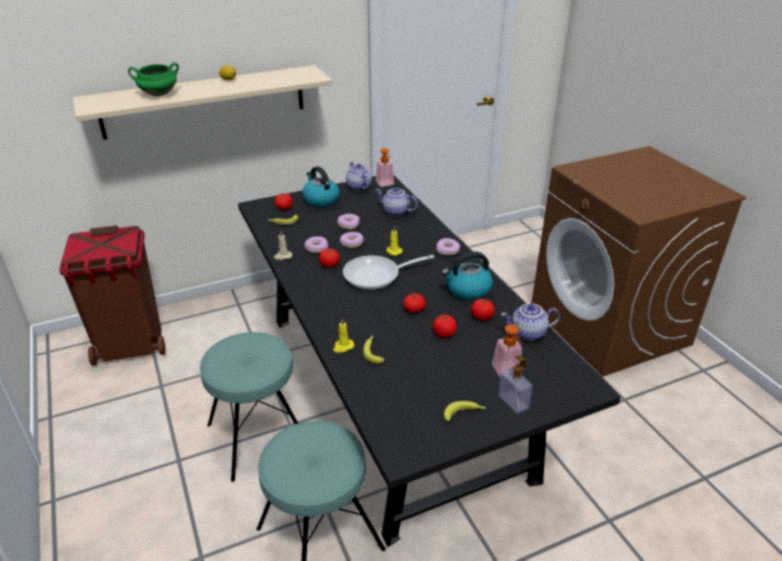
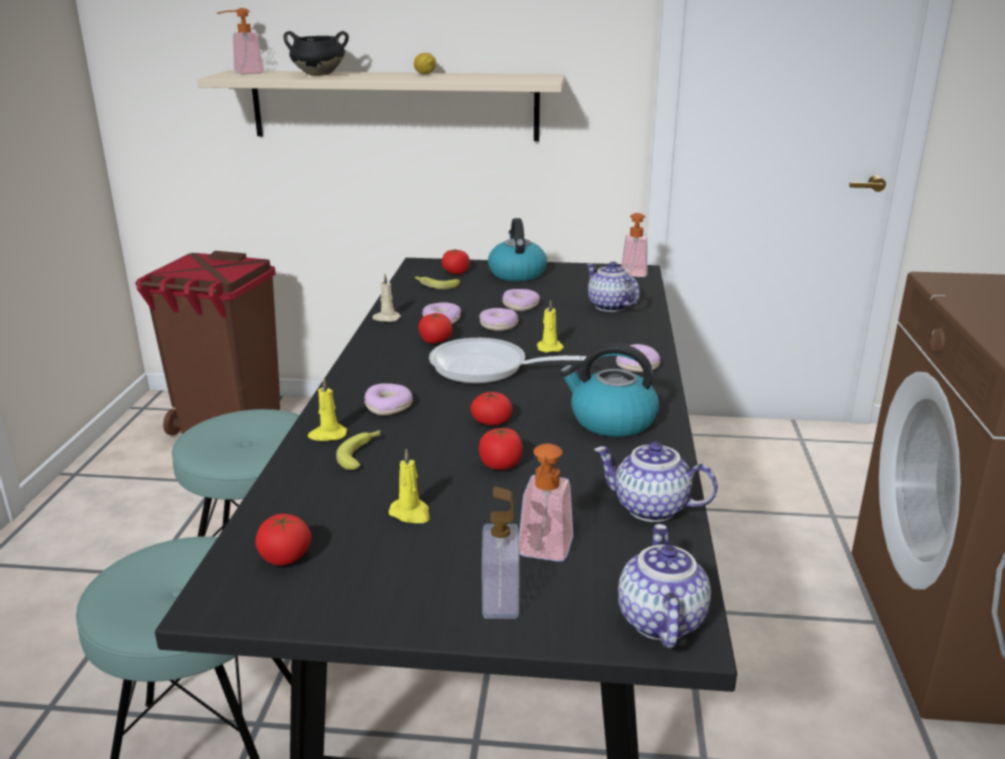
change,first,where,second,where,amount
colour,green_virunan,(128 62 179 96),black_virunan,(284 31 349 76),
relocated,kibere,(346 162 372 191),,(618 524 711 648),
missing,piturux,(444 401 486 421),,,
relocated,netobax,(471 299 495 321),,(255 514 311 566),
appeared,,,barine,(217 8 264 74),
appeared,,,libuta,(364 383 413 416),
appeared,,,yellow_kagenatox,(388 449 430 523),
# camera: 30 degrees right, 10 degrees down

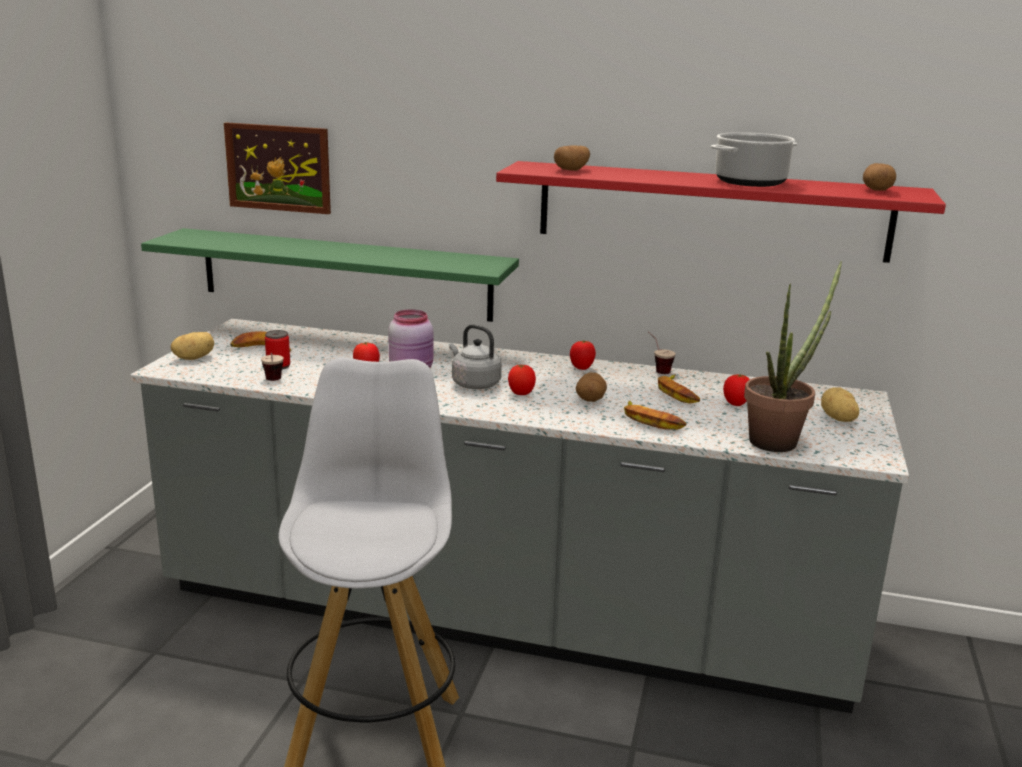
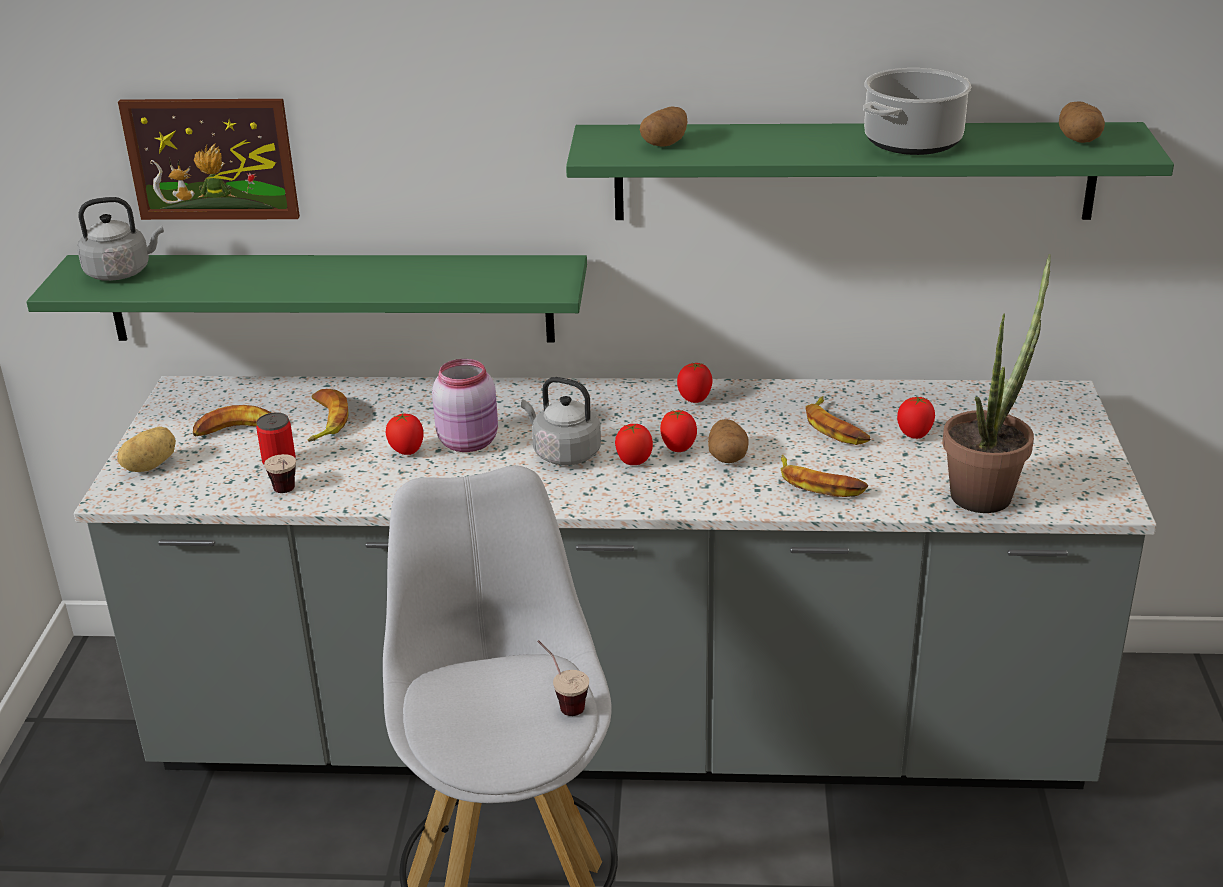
change,first,where,second,where,amount
colour,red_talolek,(496 161 946 263),green_talolek,(566 122 1174 220),
relocated,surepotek,(648 331 676 374),,(537 640 589 716),
missing,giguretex,(821 387 859 422),,,
appeared,,,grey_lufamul,(77 197 164 281),
appeared,,,piturux,(307 389 349 442),
appeared,,,netobax,(660 410 697 452),
# camera: 10 degrees left, 10 degrees up

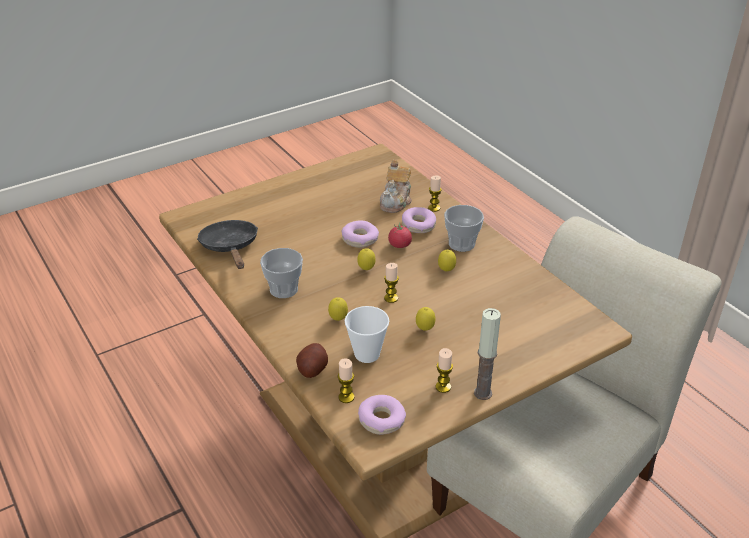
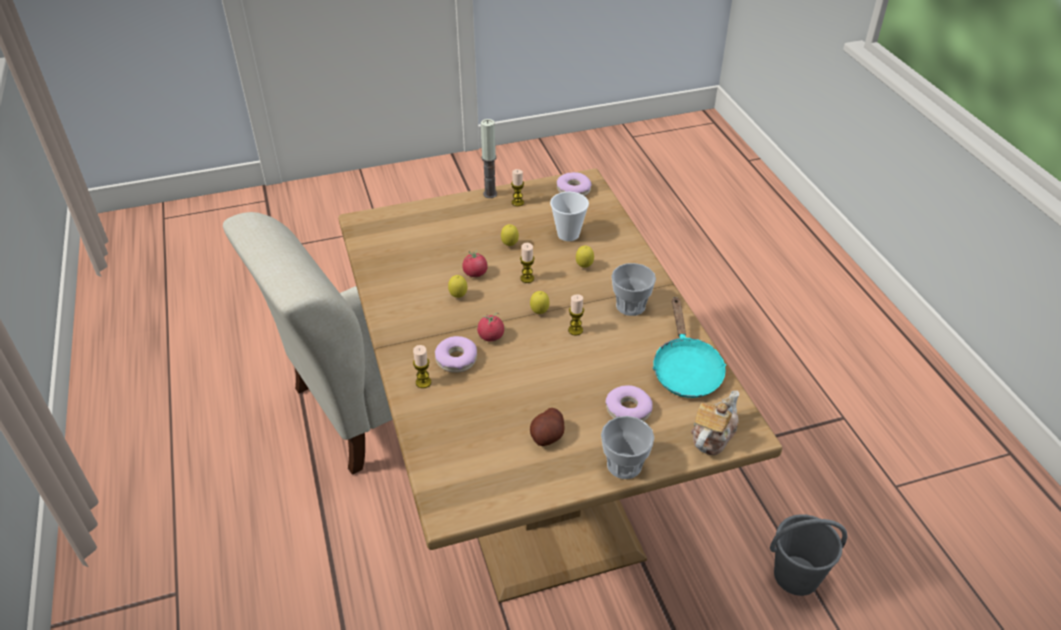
change,first,where,second,where,amount
colour,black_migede,(197 220 258 269),turquoise_migede,(652 297 726 398),
relocated,giguretex,(296 343 328 378),,(530 408 564 446),
relocated,kagenatox,(338 358 355 403),,(568 294 584 335),
relocated,libuta,(342 221 379 248),,(605 385 653 421),
relocated,kibere,(380 160 412 213),,(691 390 739 455),
relocated,surepotek,(444 205 484 252),,(601 416 654 479),
appeared,,,netobax,(462 250 488 277),
appeared,,,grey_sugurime,(770 514 847 596),
# camera: 165 degrees left, 5 degrees up

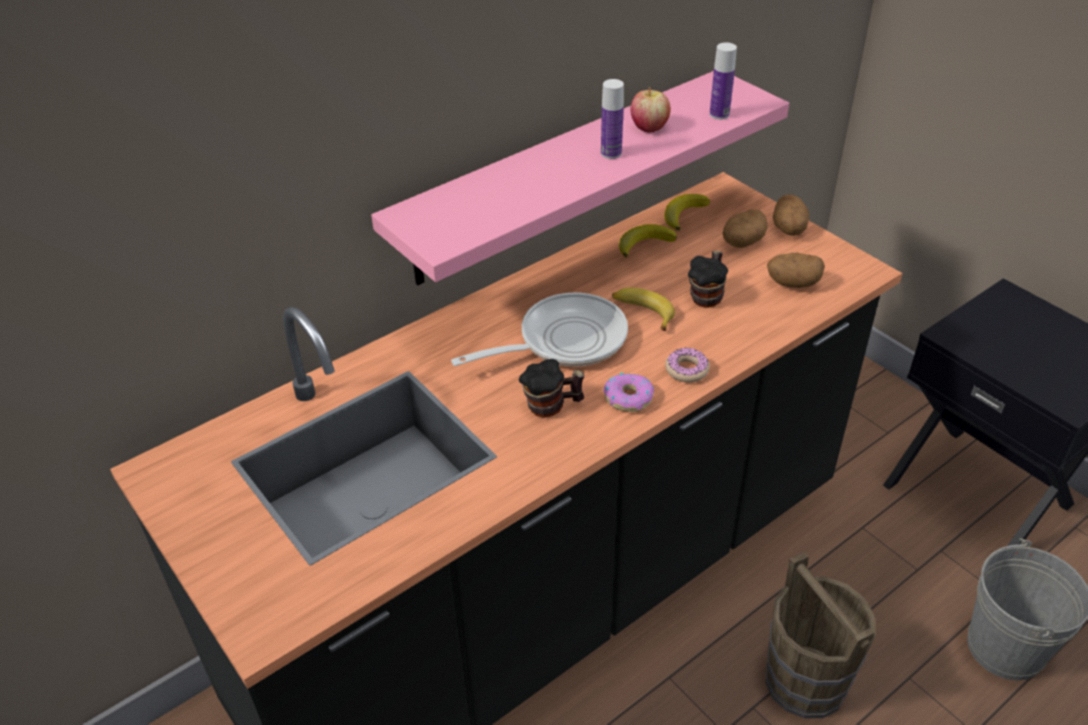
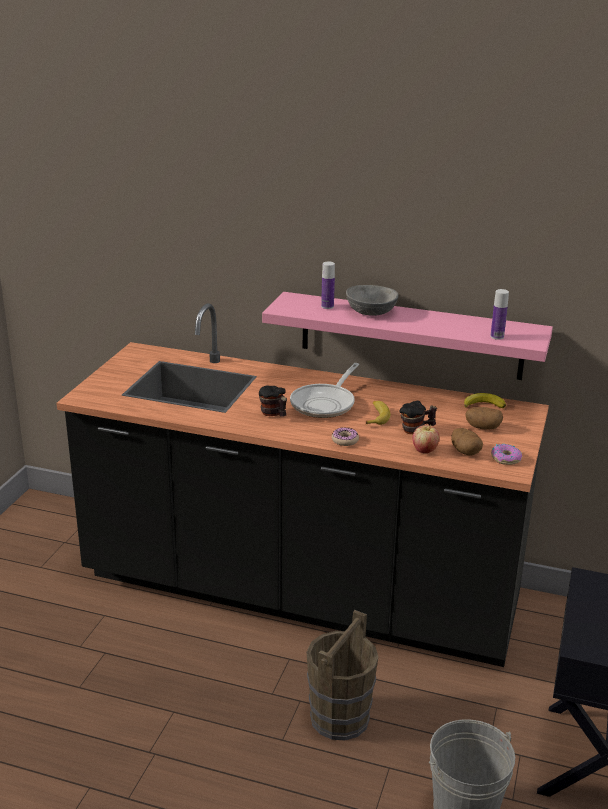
change,first,where,second,where,amount
spun,migede,(451 293 628 366),,(290 363 359 418),90 degrees clockwise
relocated,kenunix,(601 79 624 159),,(321 262 335 309),
relocated,libuta,(603 373 654 412),,(491 444 522 465),
missing,piturux,(619 224 677 257),,,
relocated,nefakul,(631 87 671 133),,(413 424 440 453),
missing,giguretex,(773 194 809 236),,,
appeared,,,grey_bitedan,(346 285 399 316),
# camera: 55 degrees right, 15 degrees down

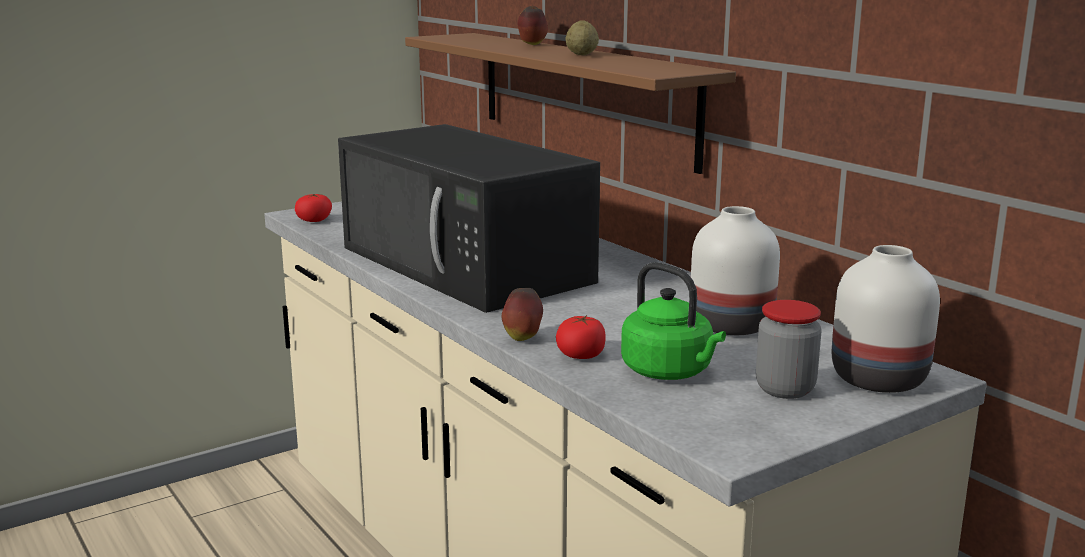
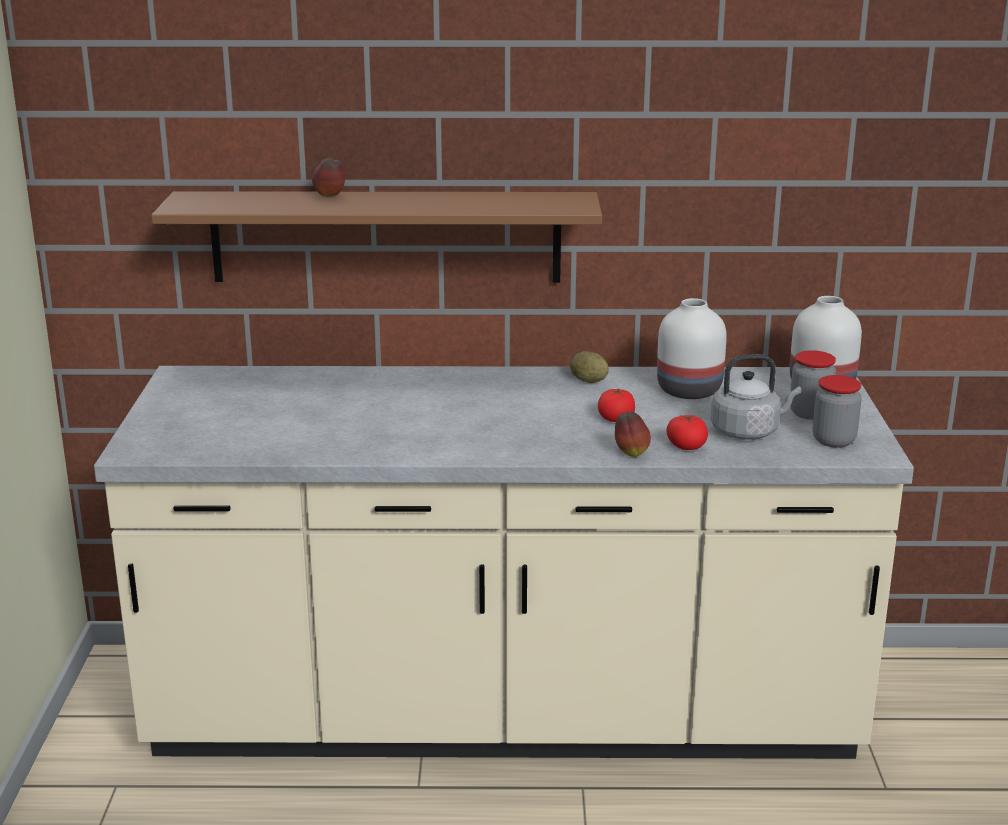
change,first,where,second,where,amount
relocated,netobax,(295 194 332 222),,(598 388 635 422),
missing,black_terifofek,(338 124 600 313),,,
relocated,giguretex,(565 20 599 55),,(570 351 609 383),
colour,green_lufamul,(621 262 726 380),grey_lufamul,(711 354 801 440),
appeared,,,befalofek,(813 375 862 448),
# camera: 55 degrees left, 5 degrees up

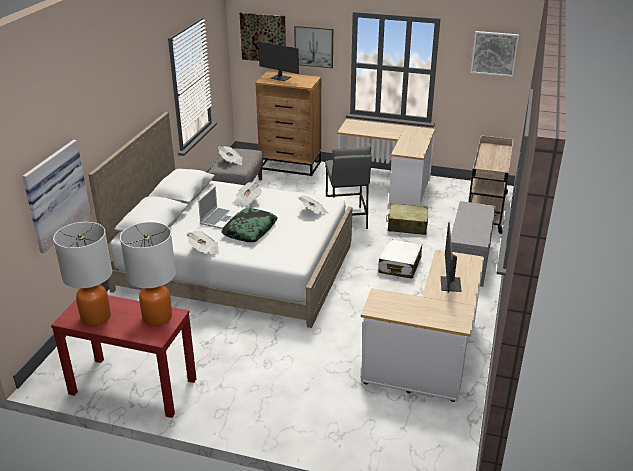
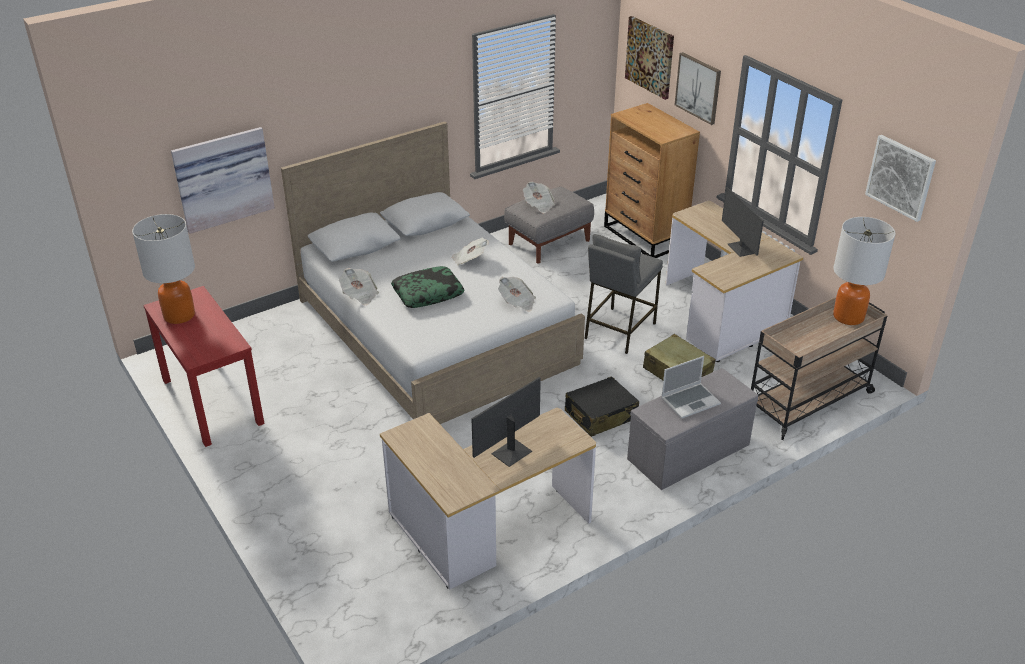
change,first,where,second,where,amount
relocated,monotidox,(120 222 176 326),,(833 217 896 325),
relocated,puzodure,(198 186 239 229),,(661 356 721 418),
relocated,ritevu,(258 41 299 81),,(722 187 764 257),
colour,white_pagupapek,(378 239 422 279),black_pagupapek,(565 376 639 437),
# camera: 40 degrees right, 5 degrees up

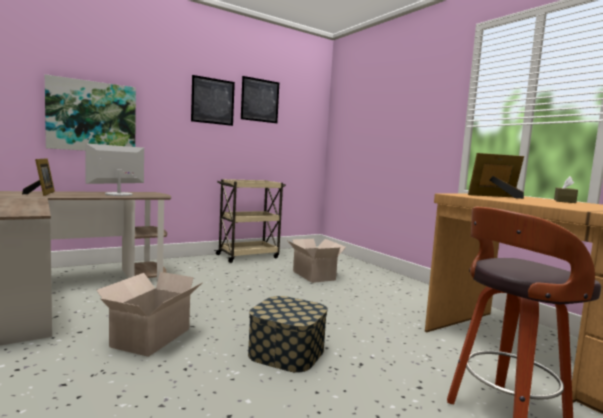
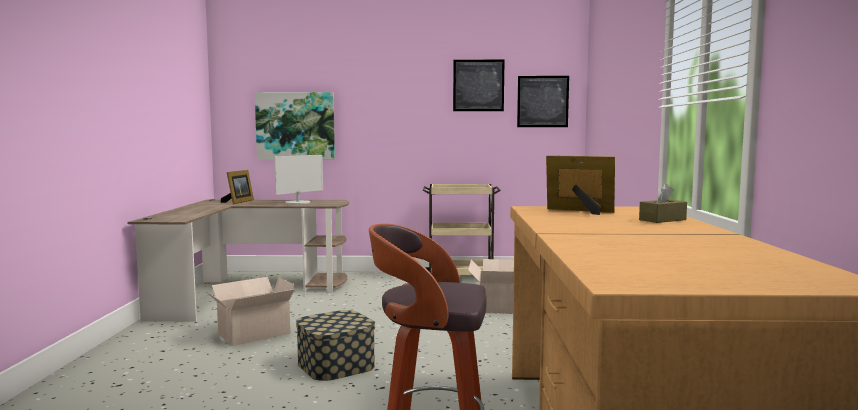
change,first,where,second,where,amount
spun,ritevu,(85 144 144 196),,(274 155 323 205),150 degrees clockwise
relocated,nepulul,(191 75 235 126),,(517 76 569 127),
# camera: 35 degrees right, 0 degrees up

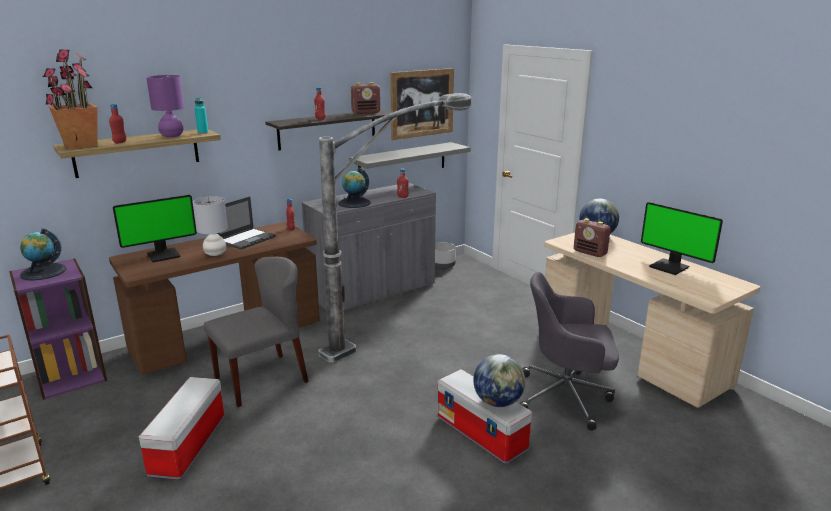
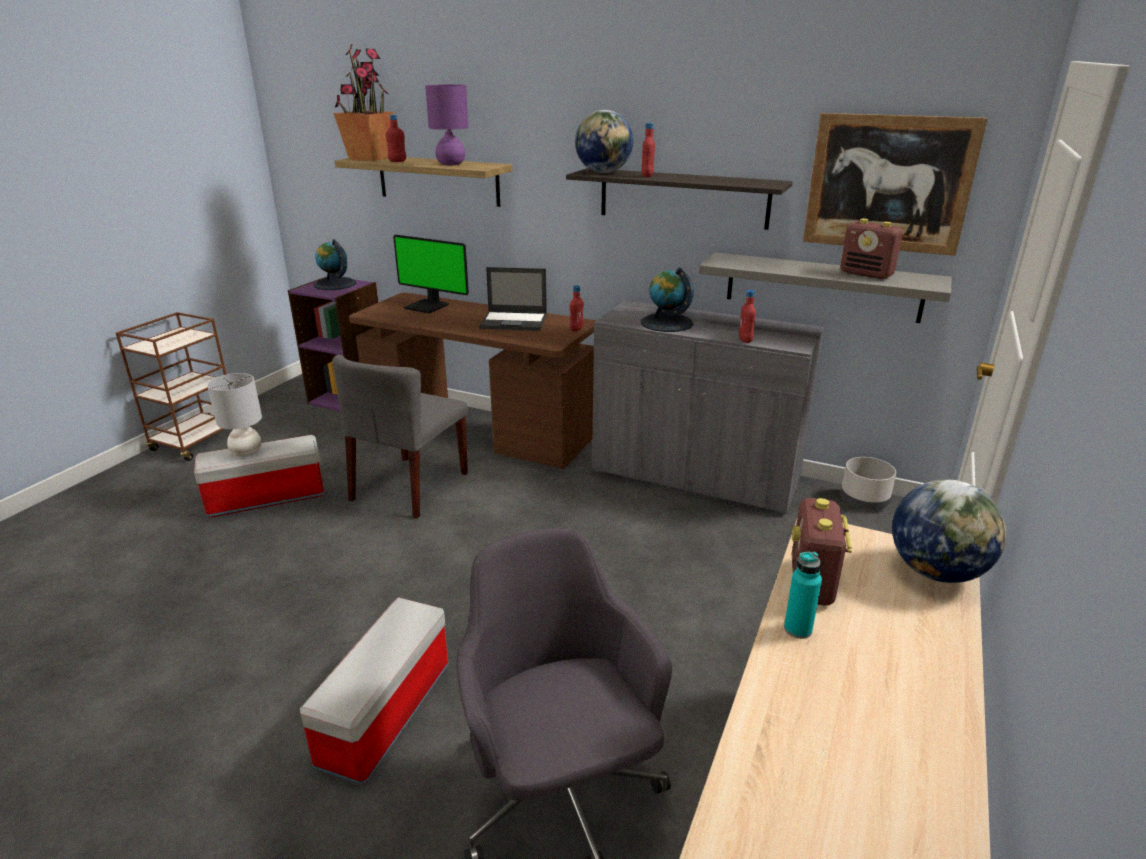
change,first,where,second,where,amount
relocated,grey_monotidox,(193 196 228 256),,(207 373 262 457),
relocated,turquoise_kenunix,(195 97 209 134),,(784 552 822 639),
spun,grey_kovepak,(204 257 309 407),,(332 355 468 519),90 degrees clockwise
missing,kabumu,(318 93 472 363),,,
relocated,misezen,(351 82 380 114),,(840 219 903 279),
relocated,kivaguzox,(473 354 525 407),,(575 110 633 173),
missing,ritevu,(641 202 723 275),,,
# camera: 60 degrees right, 5 degrees up

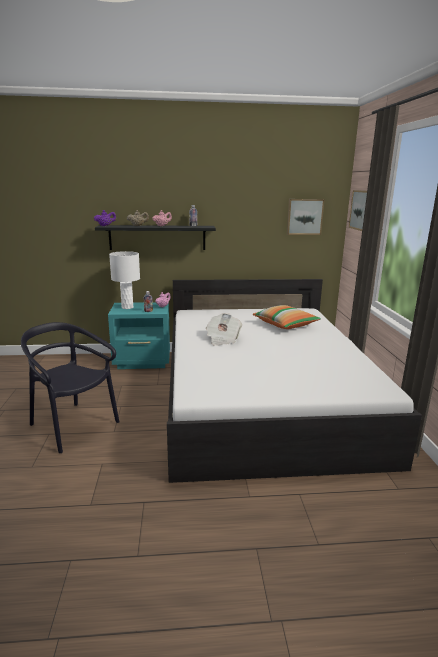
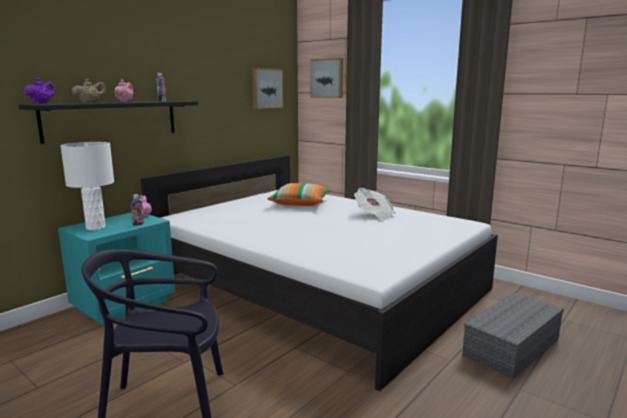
change,first,where,second,where,amount
relocated,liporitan,(206 313 242 346),,(354 188 396 220),
appeared,,,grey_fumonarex,(462 293 564 379),
# camera: 45 degrees left, 5 degrees down

